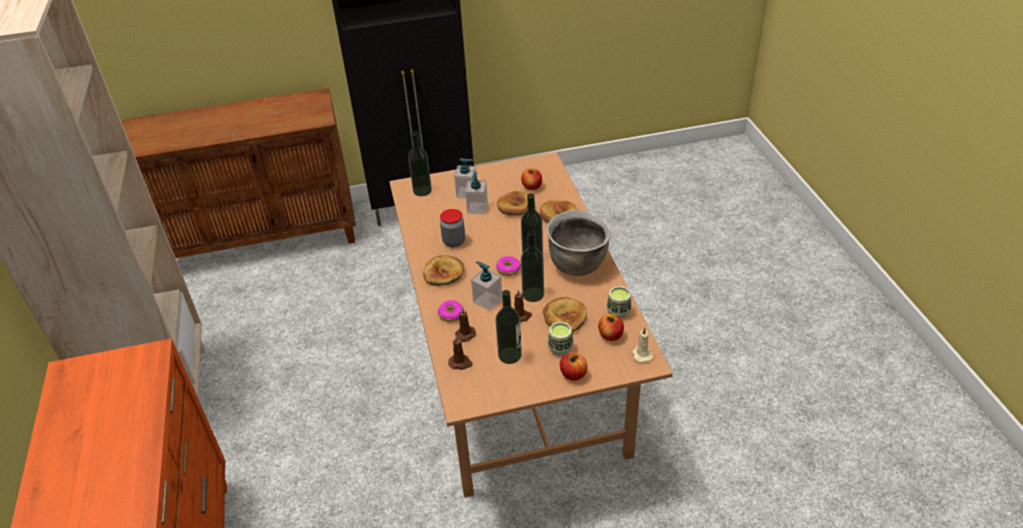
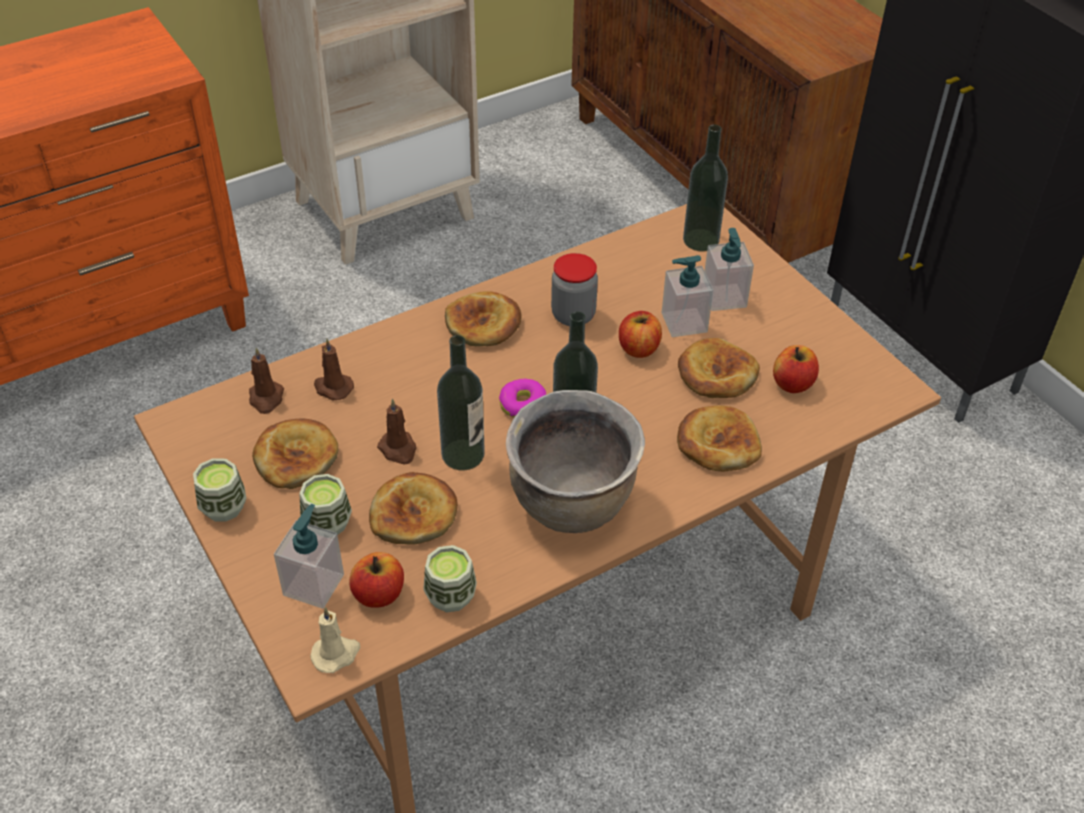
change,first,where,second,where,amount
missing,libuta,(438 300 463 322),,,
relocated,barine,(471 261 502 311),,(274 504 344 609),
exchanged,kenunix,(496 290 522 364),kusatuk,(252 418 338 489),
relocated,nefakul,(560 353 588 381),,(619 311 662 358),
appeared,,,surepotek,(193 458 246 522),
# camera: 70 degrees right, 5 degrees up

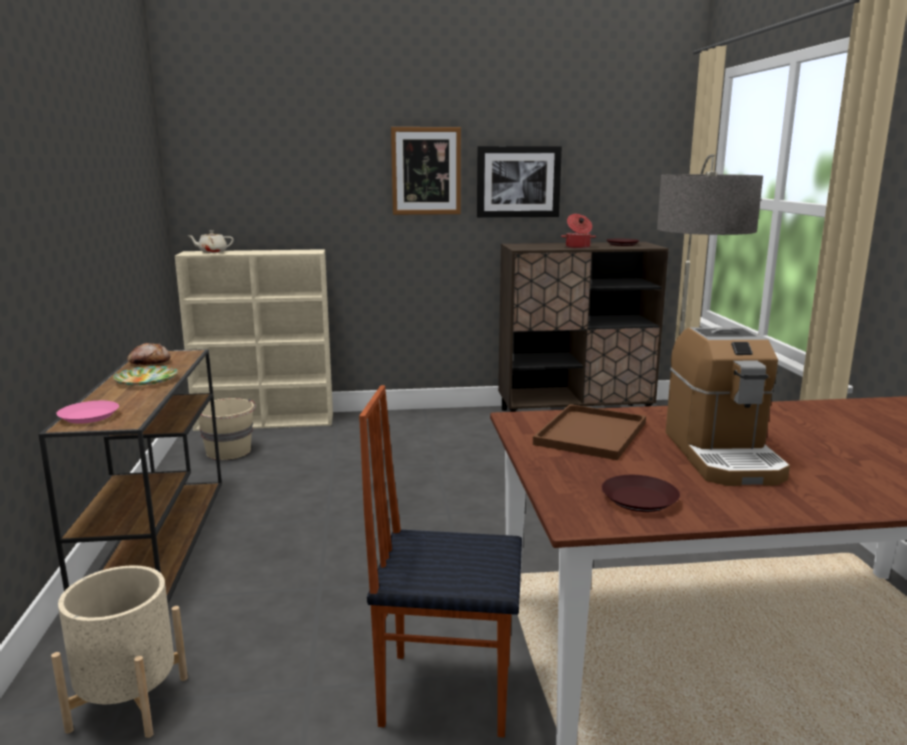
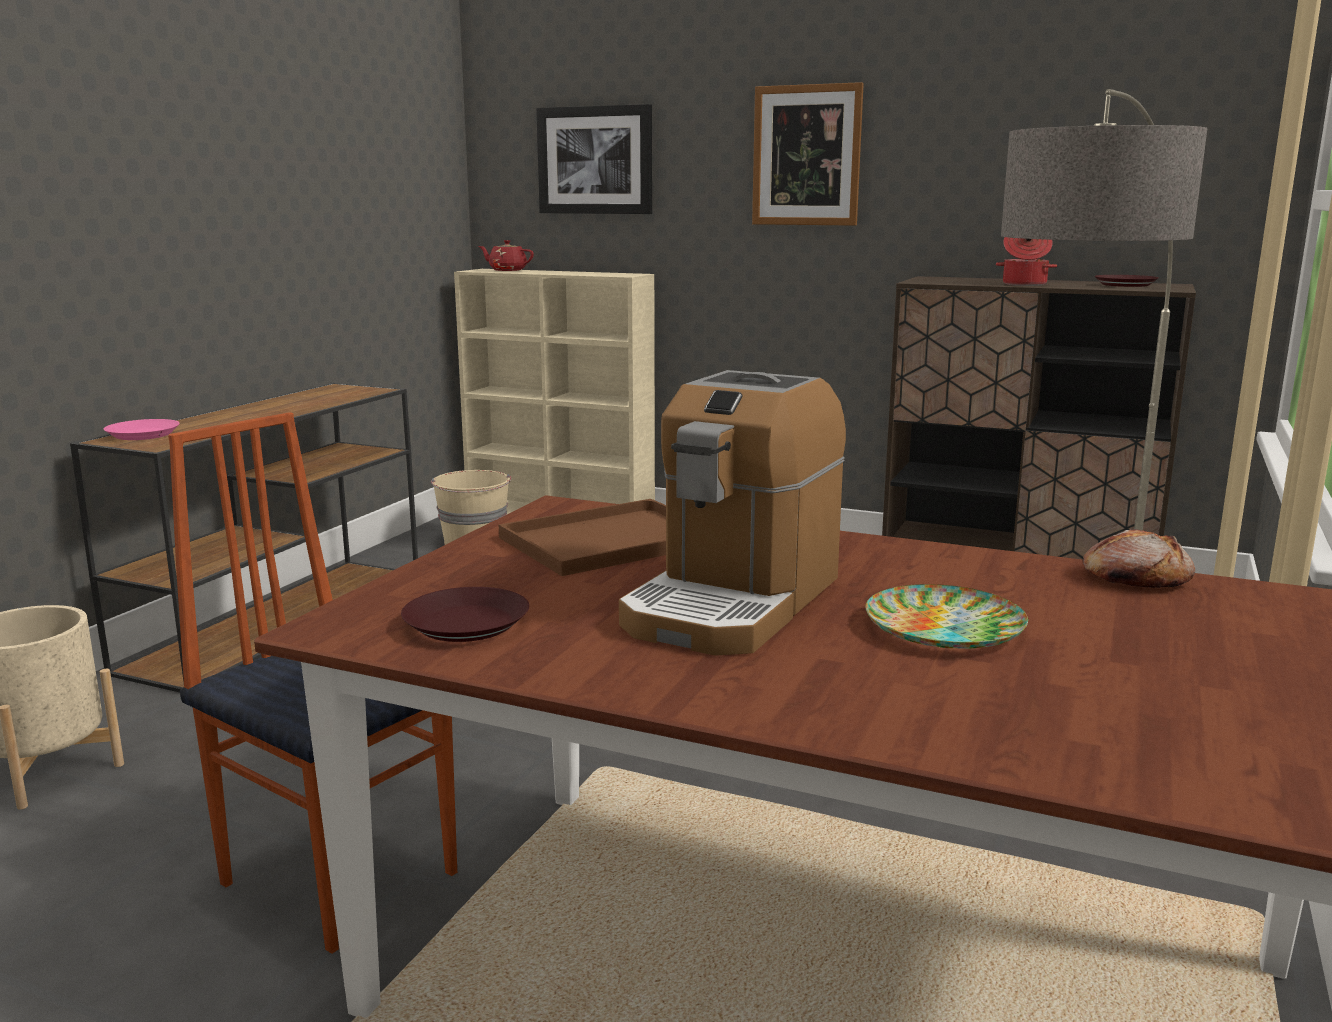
change,first,where,second,where,amount
relocated,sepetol,(113 366 178 386),,(865 584 1028 649),
relocated,kusatuk,(127 343 171 365),,(1082 529 1195 588),
colour,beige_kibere,(187 230 234 253),red_kibere,(479 240 534 271),
relocated,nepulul,(477 146 562 218),,(536 104 652 214),
# camera: 30 degrees right, 0 degrees up

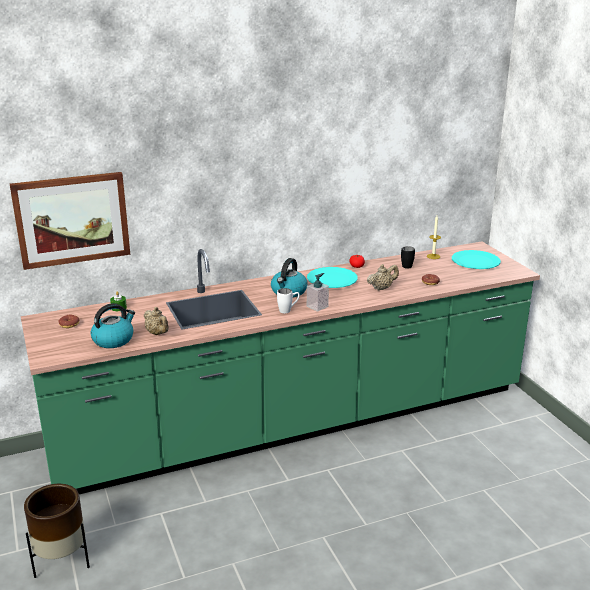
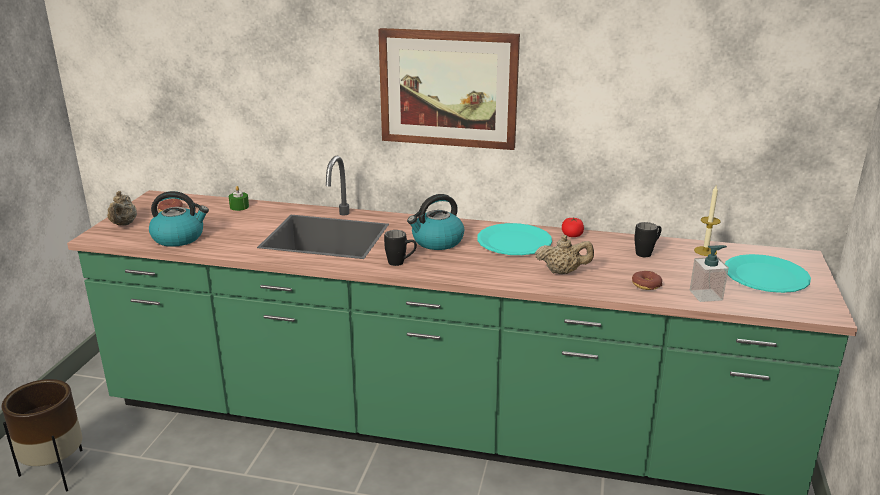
change,first,where,second,where,amount
relocated,nepulul,(10 172 130 270),,(378 28 520 150),
relocated,beige_kibere,(143 307 169 335),,(107 191 137 226),
colour,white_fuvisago,(277 288 300 313),black_fuvisago,(384 230 417 266),
relocated,barine,(307 273 329 312),,(690 245 729 302),
# camera: 35 degrees right, 0 degrees up

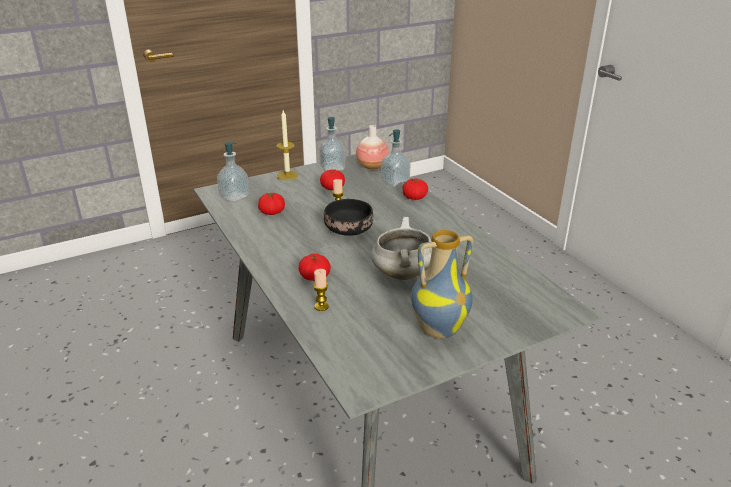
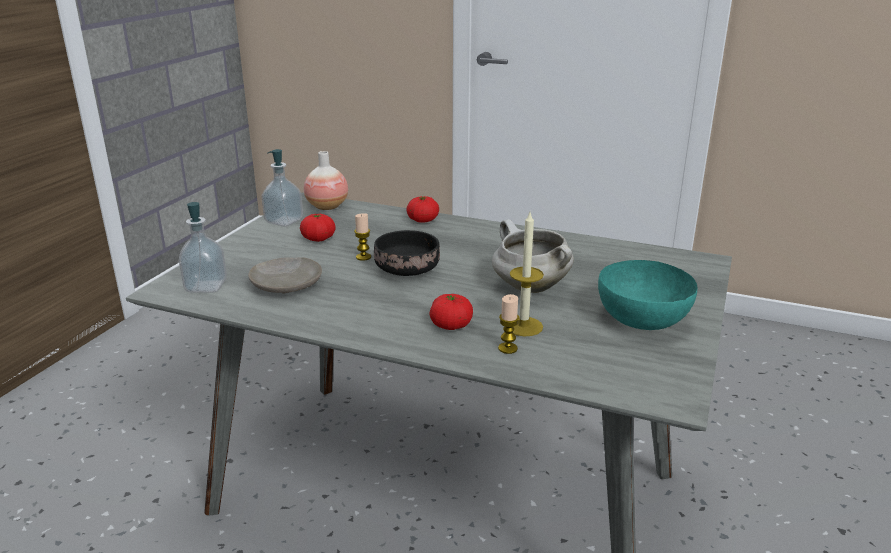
change,first,where,second,where,amount
exchanged,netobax,(258 193 285 215),beige_sepetol,(248 257 322 294),
relocated,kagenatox,(276 110 298 180),,(510 212 544 336),
missing,barine,(381 129 410 188),,,
exchanged,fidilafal,(411 230 473 339),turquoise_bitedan,(598 260 698 330),
# camera: 40 degrees left, 5 degrees down

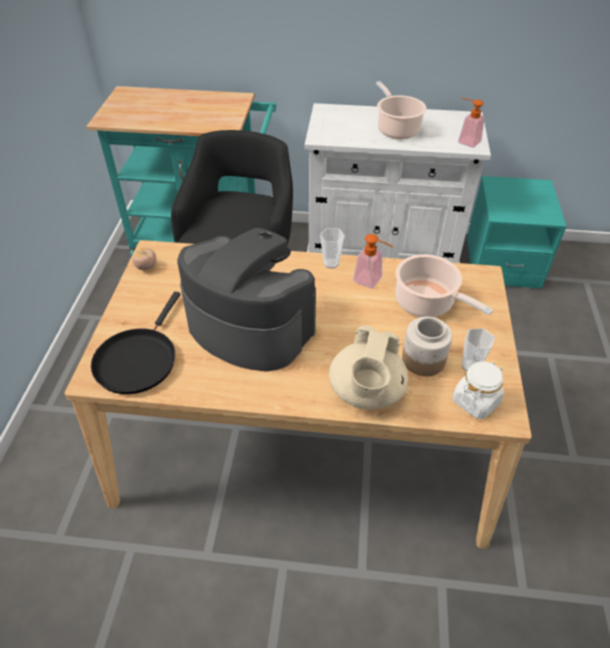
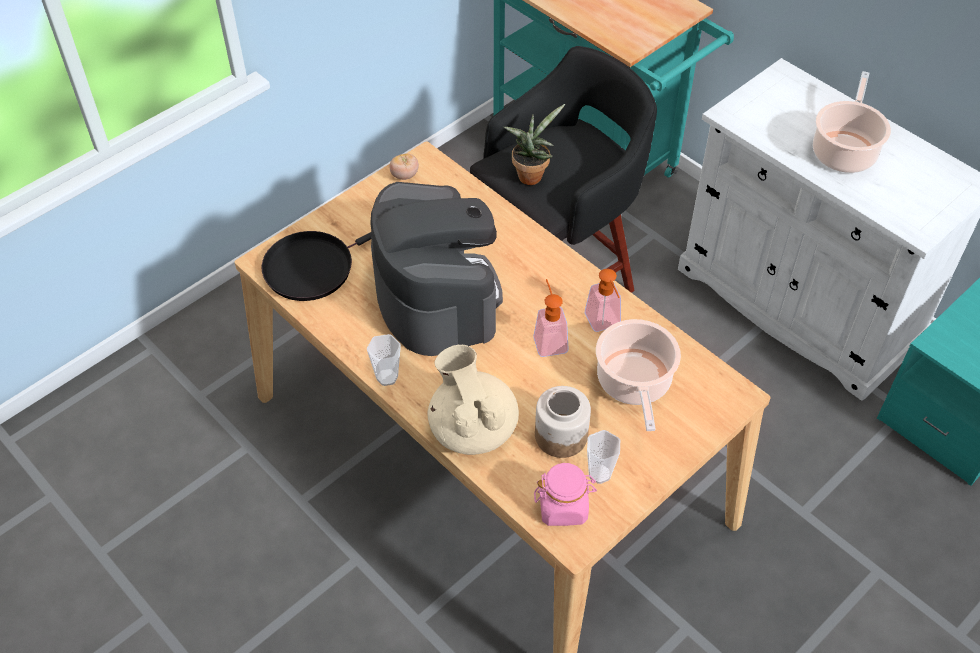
change,first,where,second,where,amount
relocated,surepotek,(320 228 345 269),,(367 334 401 386),
spun,beige_kibere,(329 326 408 410),,(428 345 519 455),105 degrees clockwise
colour,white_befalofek,(453 361 504 419),pink_befalofek,(534 463 597 526),
relocated,barine,(458 98 485 148),,(533 279 569 357),
appeared,,,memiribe,(504 104 565 185),
# camera: 40 degrees right, 5 degrees up

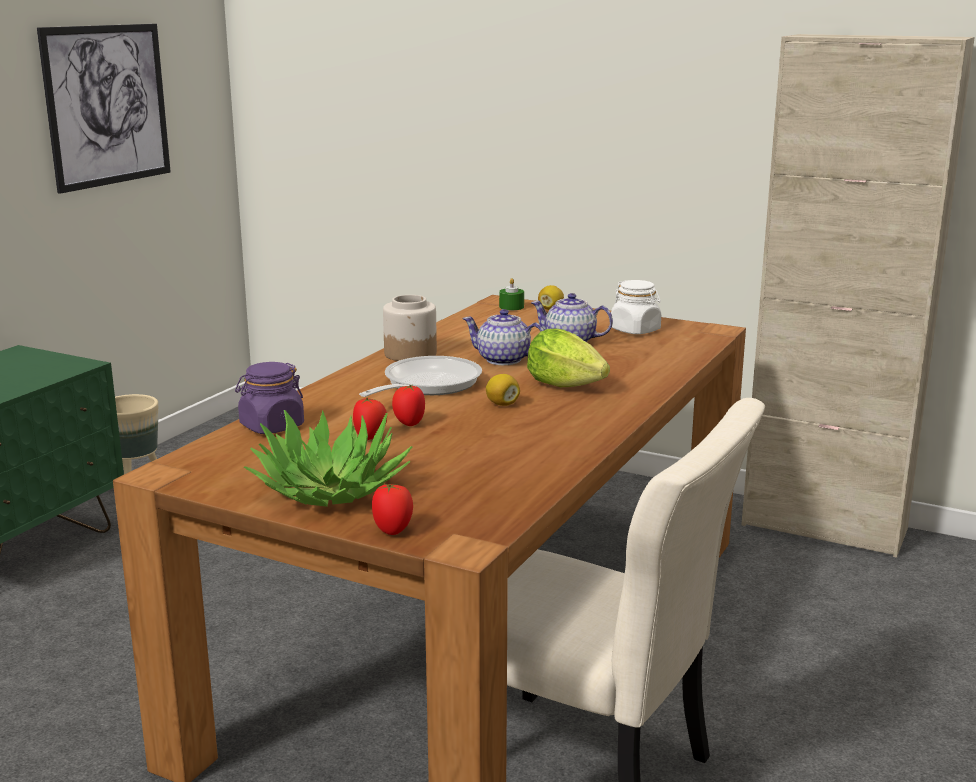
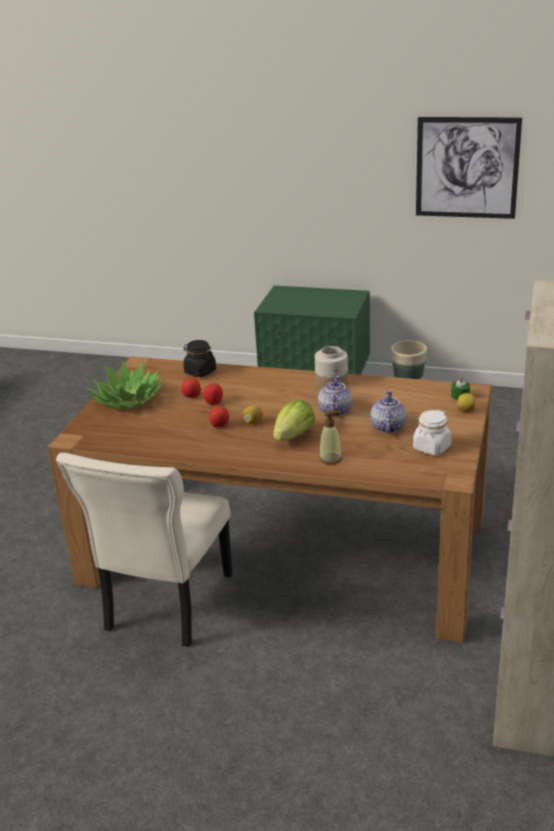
change,first,where,second,where,amount
colour,purple_befalofek,(235 362 304 434),black_befalofek,(183 340 216 377),
missing,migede,(359 356 482 397),,,
relocated,netobax,(372 483 413 535),,(210 405 229 427),
appeared,,,barine,(319 410 342 464),
# camera: 80 degrees right, 10 degrees up

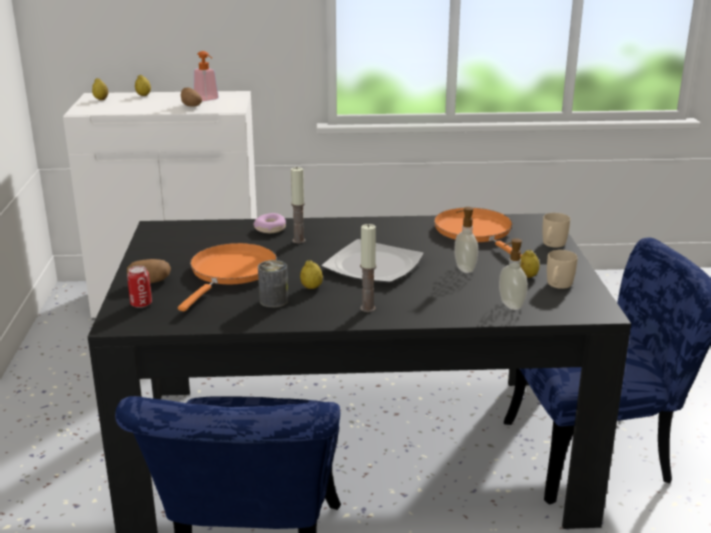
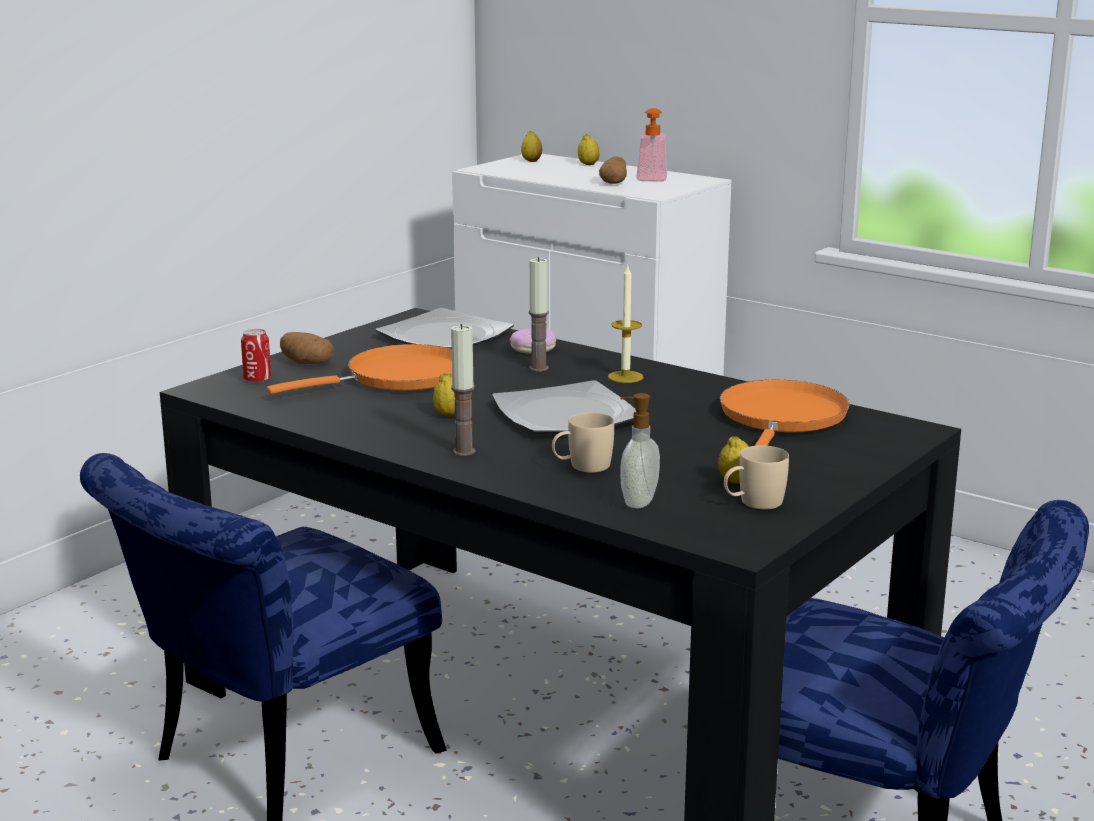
change,first,where,second,where,amount
missing,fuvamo,(258 260 288 308),,,
missing,barine,(454 207 478 273),,,
relocated,beige_fuvisago,(542 213 570 247),,(552 413 614 472),
appeared,,,sepetol,(376 308 514 349),
appeared,,,kagenatox,(608 265 644 383),
# camera: 40 degrees right, 5 degrees down

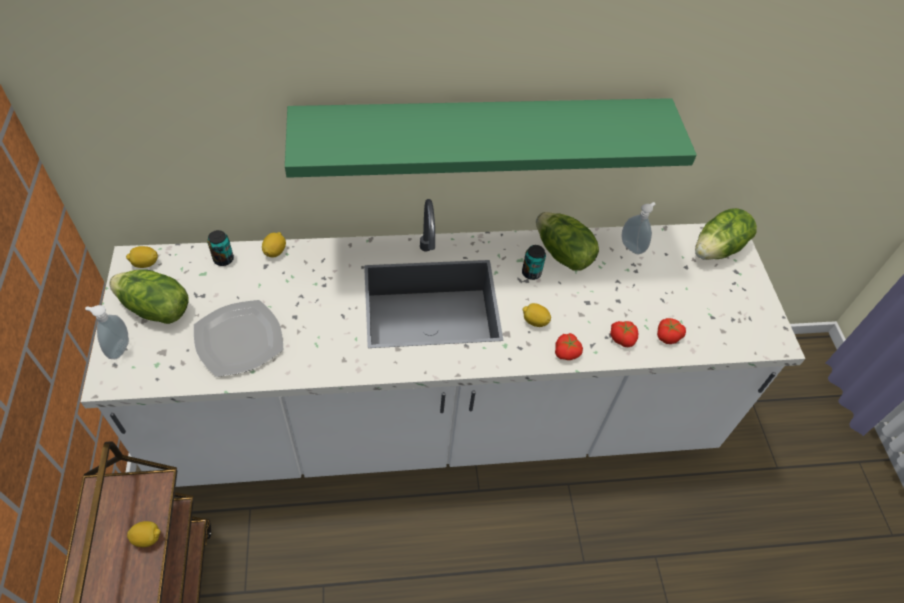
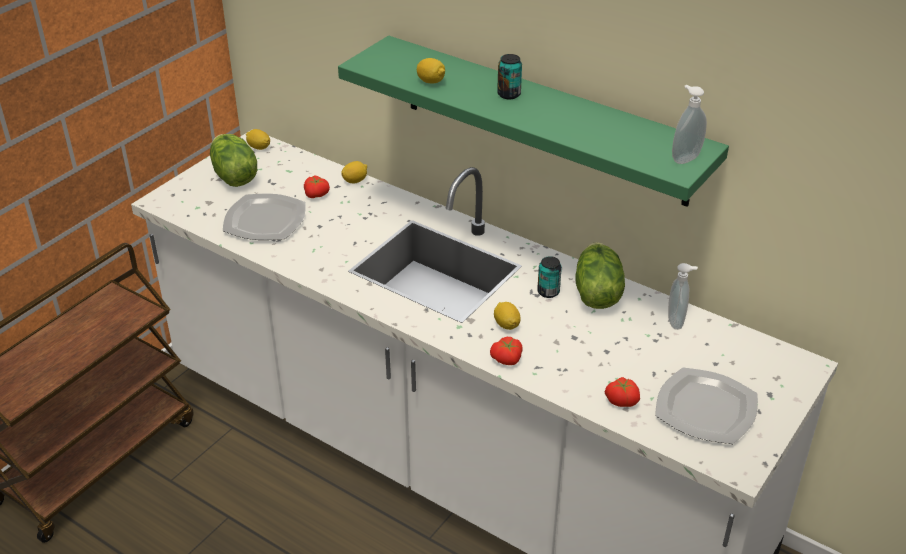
change,first,where,second,where,amount
relocated,barine,(85 305 129 359),,(672 85 707 164),
relocated,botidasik,(127 521 161 547),,(417 58 445 84),
relocated,fuvamo,(207 230 234 266),,(497 54 522 99),
relocated,netobax,(610 321 638 347),,(304 175 330 198),
missing,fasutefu,(695 208 757 260),,,
appeared,,,sepetol,(655 367 758 444),
# camera: 45 degrees right, 15 degrees down

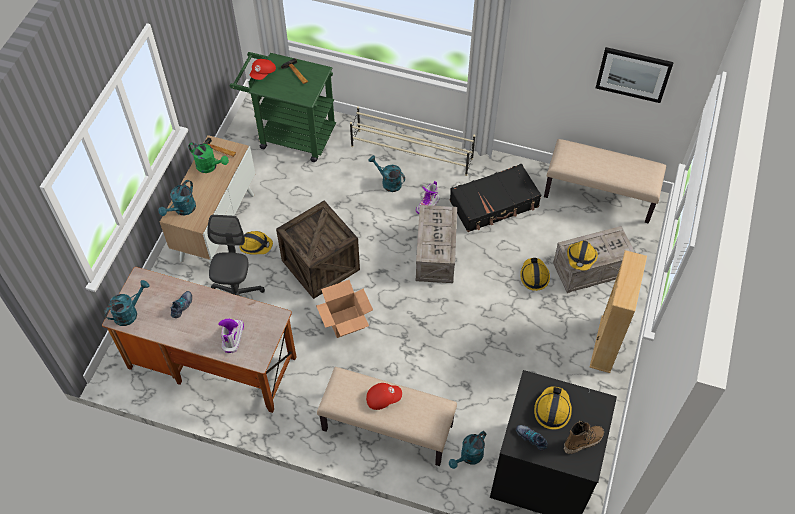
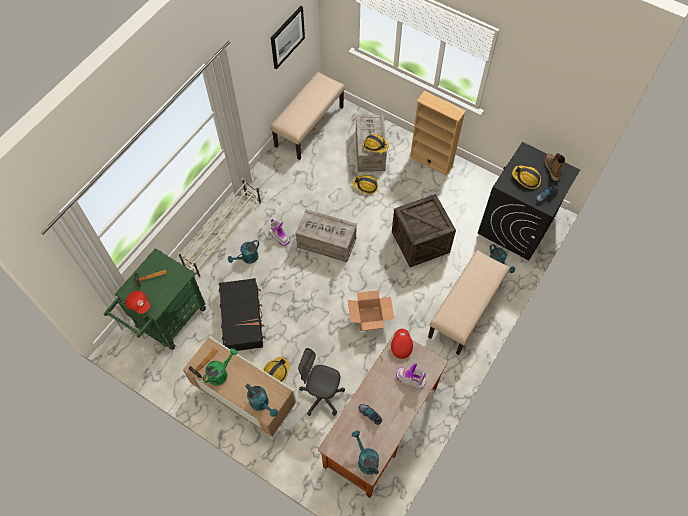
change,first,where,second,where,amount
relocated,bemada,(276 200 360 299),,(392 194 456 267),
relocated,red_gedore,(366 383 402 410),,(391 329 413 359),
relocated,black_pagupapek,(450 164 541 232),,(219 278 266 351),
# camera: 75 degrees left, 5 degrees up

